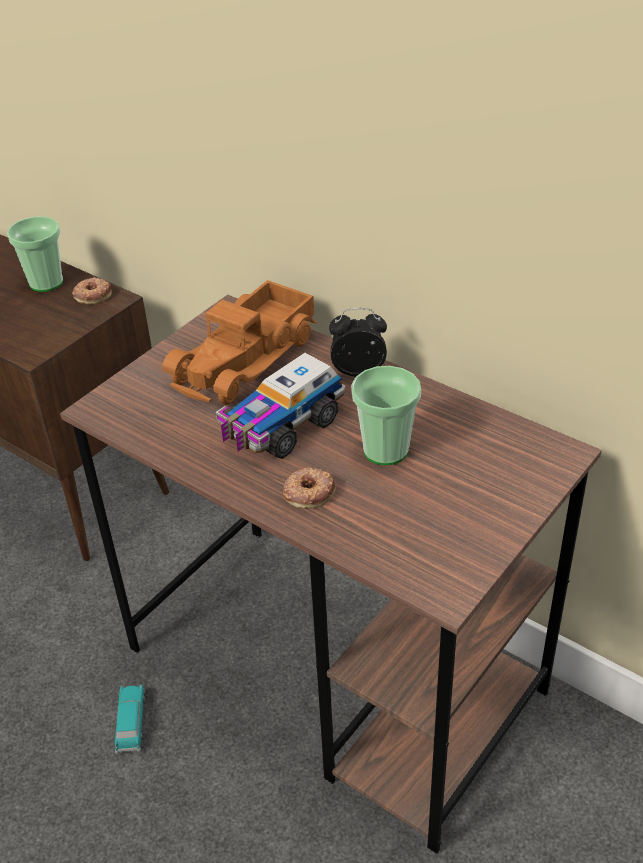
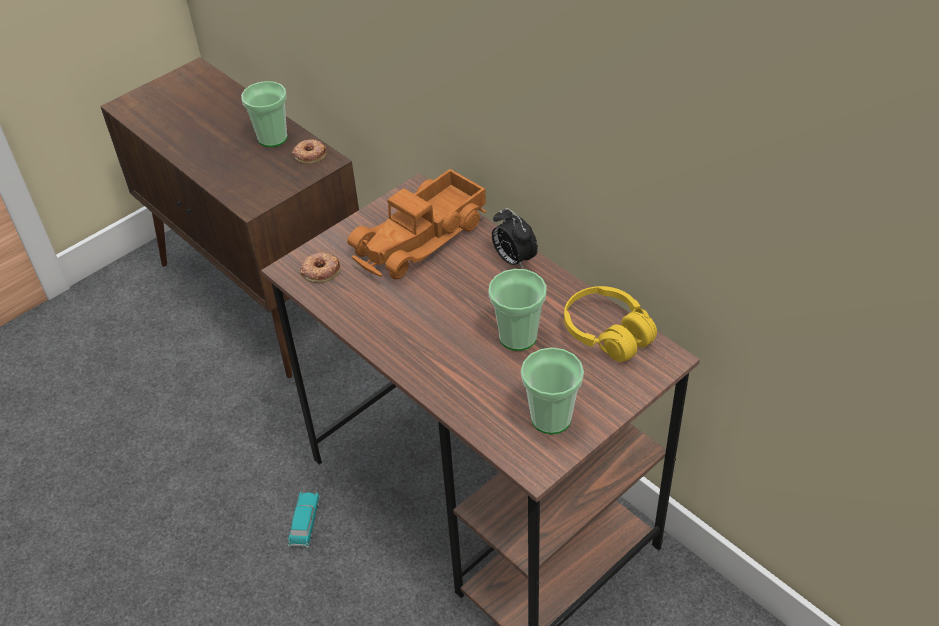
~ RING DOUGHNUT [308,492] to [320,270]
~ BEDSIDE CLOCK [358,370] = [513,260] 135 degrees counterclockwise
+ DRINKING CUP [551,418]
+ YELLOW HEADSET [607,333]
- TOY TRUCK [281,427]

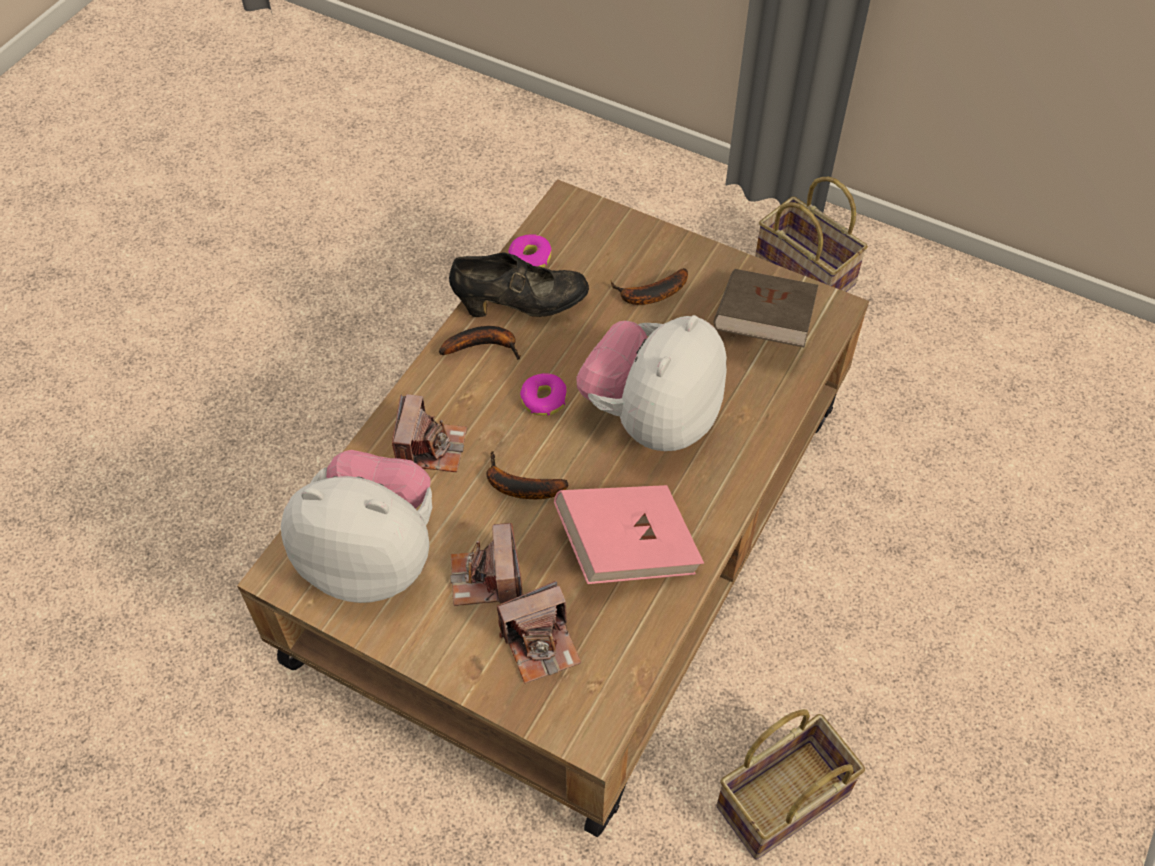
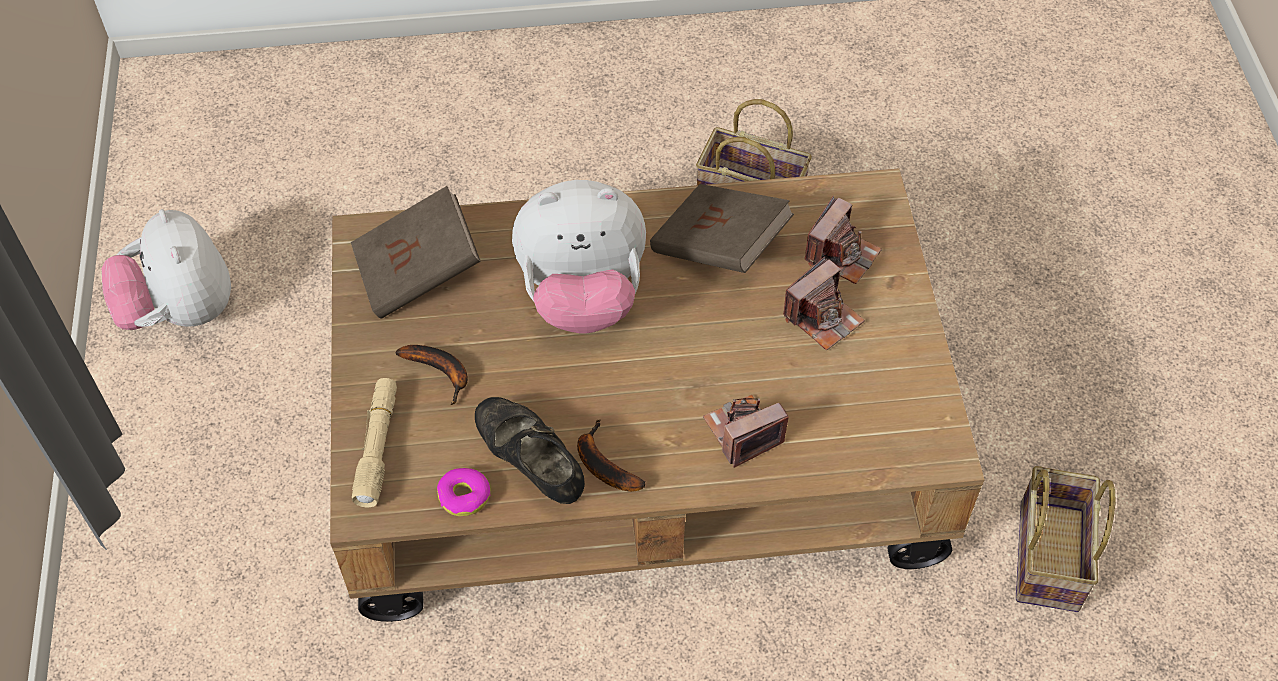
~ SOFT TOY [372,557] to [180,311]
+ BEIGE HAND TORCH [377,447]
~ PINKISH BOOK [627,548] to BROWN-COLOURED BOOK [719,247]
~ PHOTO CAMERA [540,643] = [841,254] 90 degrees clockwise
~ HOUSEHOLD BASKET [807,272] to [1046,552]
- WHOLE BANANA [518,486]
- RING DOUGHNUT [543,399]

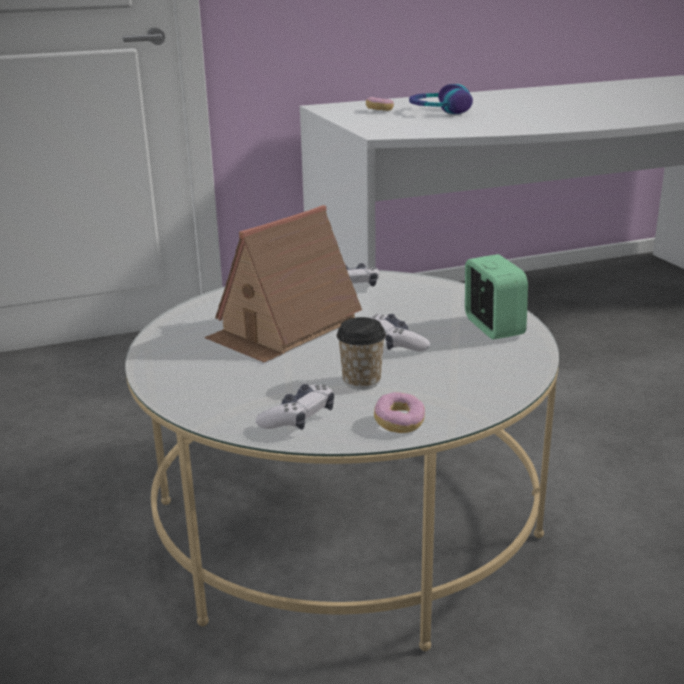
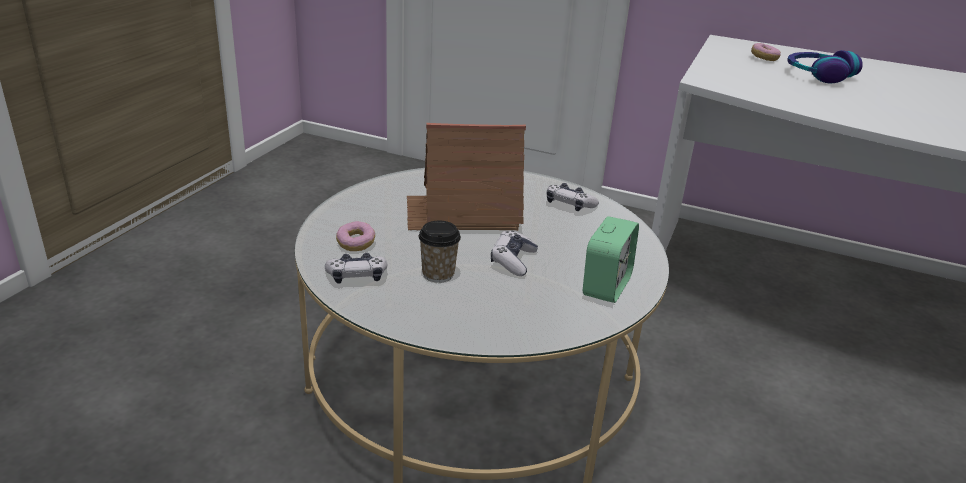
~ RING DOUGHNUT [399,423] to [355,244]

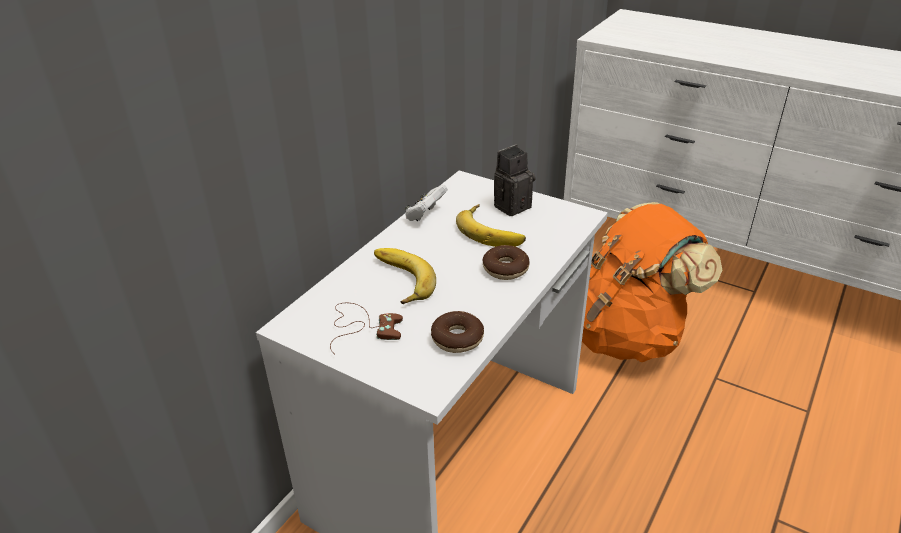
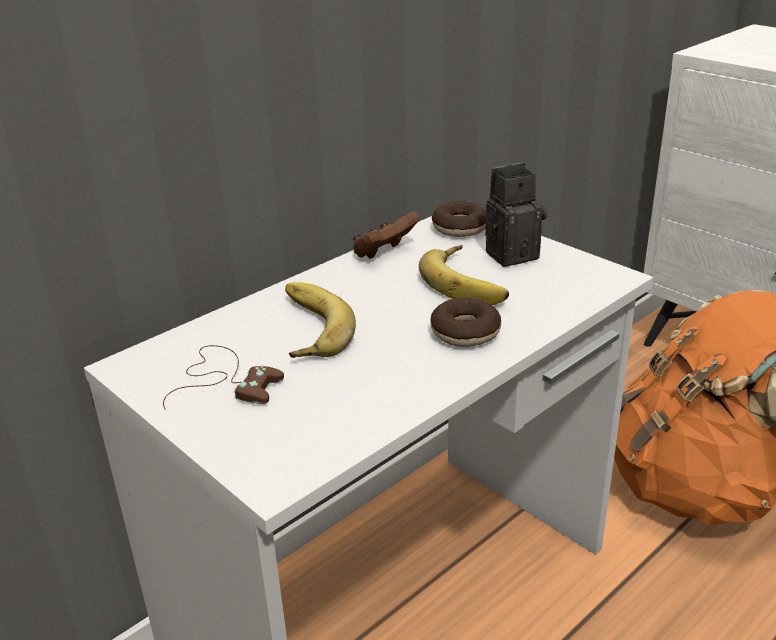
~ WHITE GAMEPAD [425,215] to BROWN-COLOURED GAMEPAD [384,253]
~ RING DOUGHNUT [457,338] to [460,228]

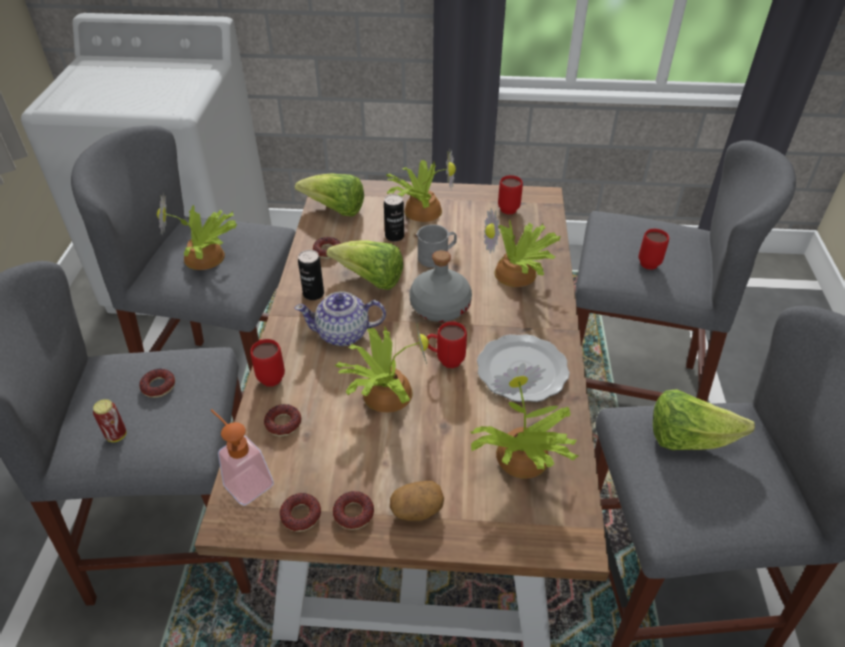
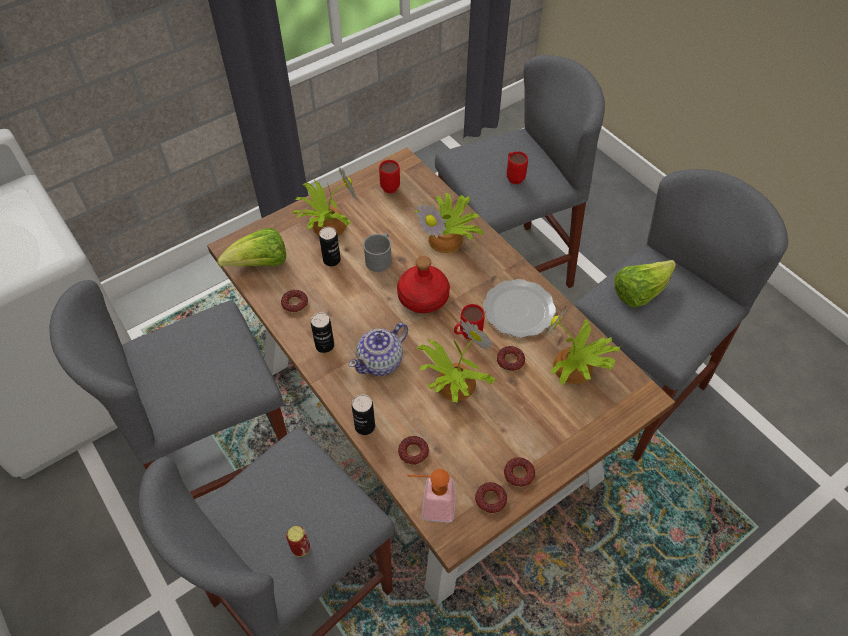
~ REDDISH COFFEE MUG [270,375] to METAL CAN [365,426]
~ GREY DRINK BOTTLE [439,306] to REDDISH DRINK BOTTLE [422,297]
~ RING DOUGHNUT [158,386] to [510,361]
- PLANT IN A POT [206,258]
- HEAD OF LETTUCE [370,280]
- POTATO [416,509]

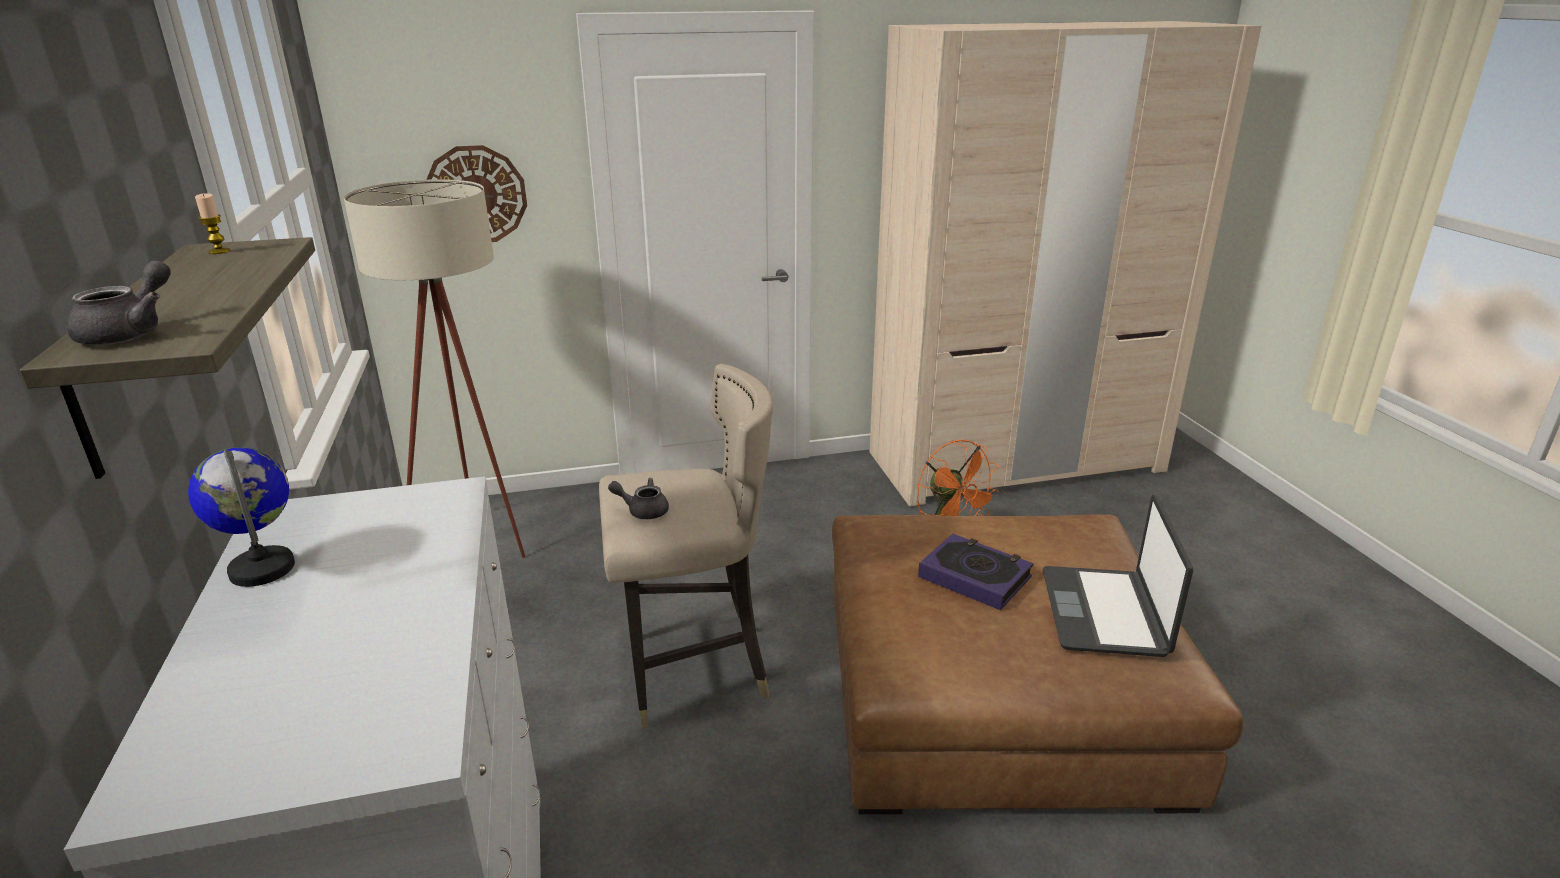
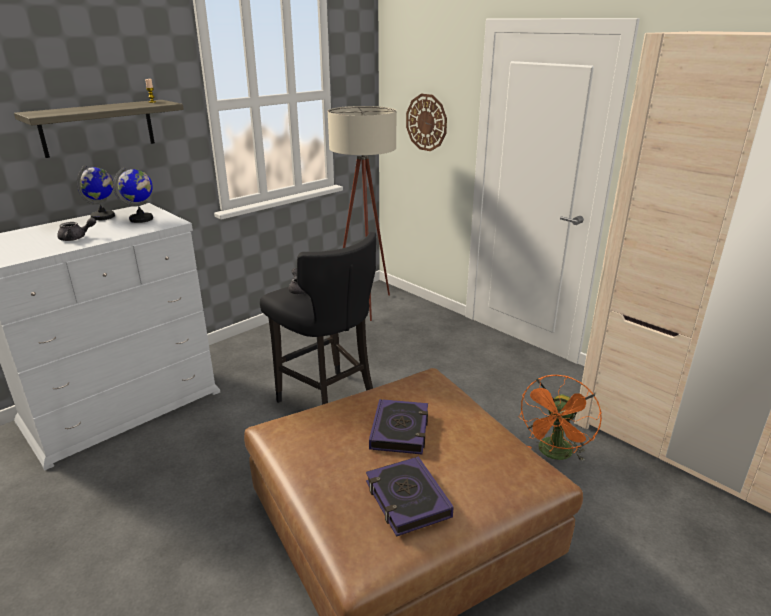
~ GREY TEAPOT [131,332] to [76,238]
+ GLOBE [141,219]
~ BEIGE STOOL [693,672] to BLACK STOOL [327,401]
~ LAPTOP [1105,612] to BOOK [407,500]

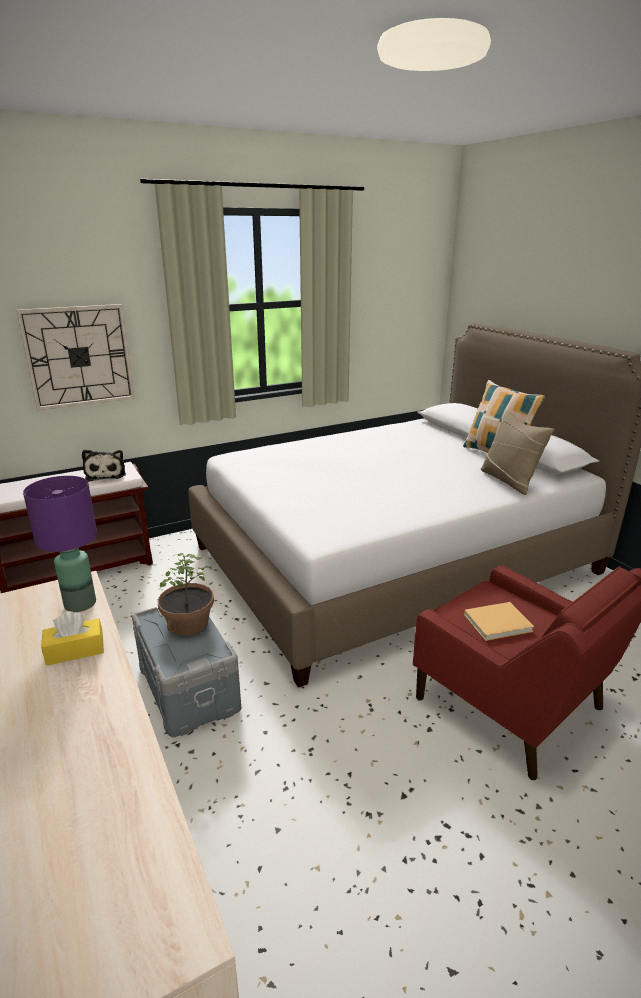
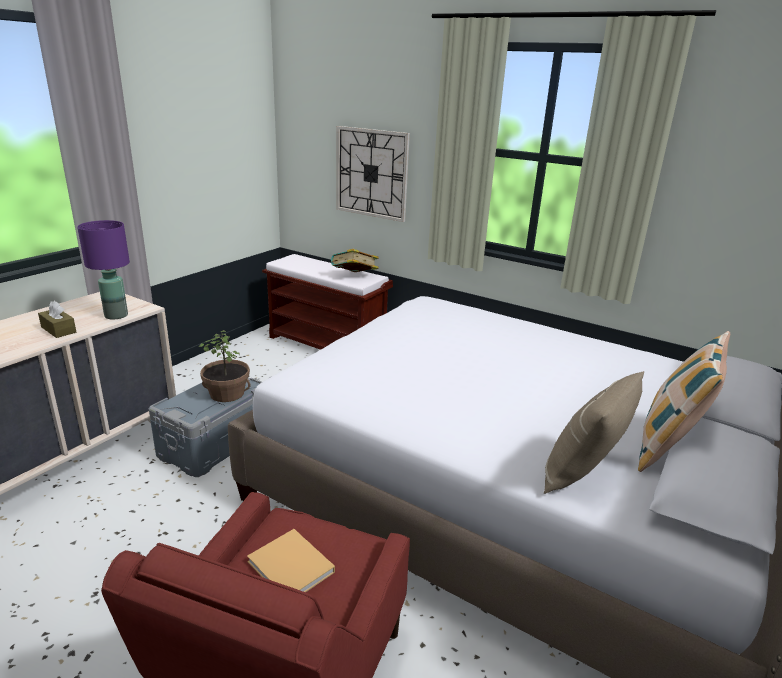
~ YELLOW TISSUE HOLDER [75,650] to BROWN-COLOURED TISSUE HOLDER [58,330]
~ SOFT TOY [106,474] to BOOK [354,277]

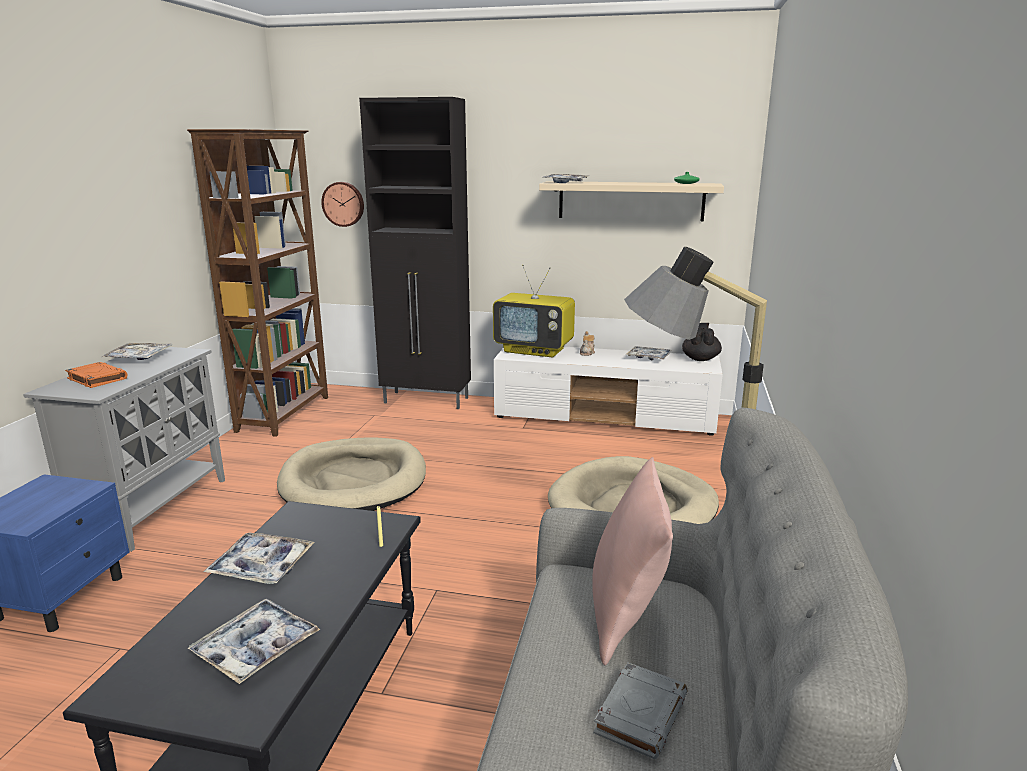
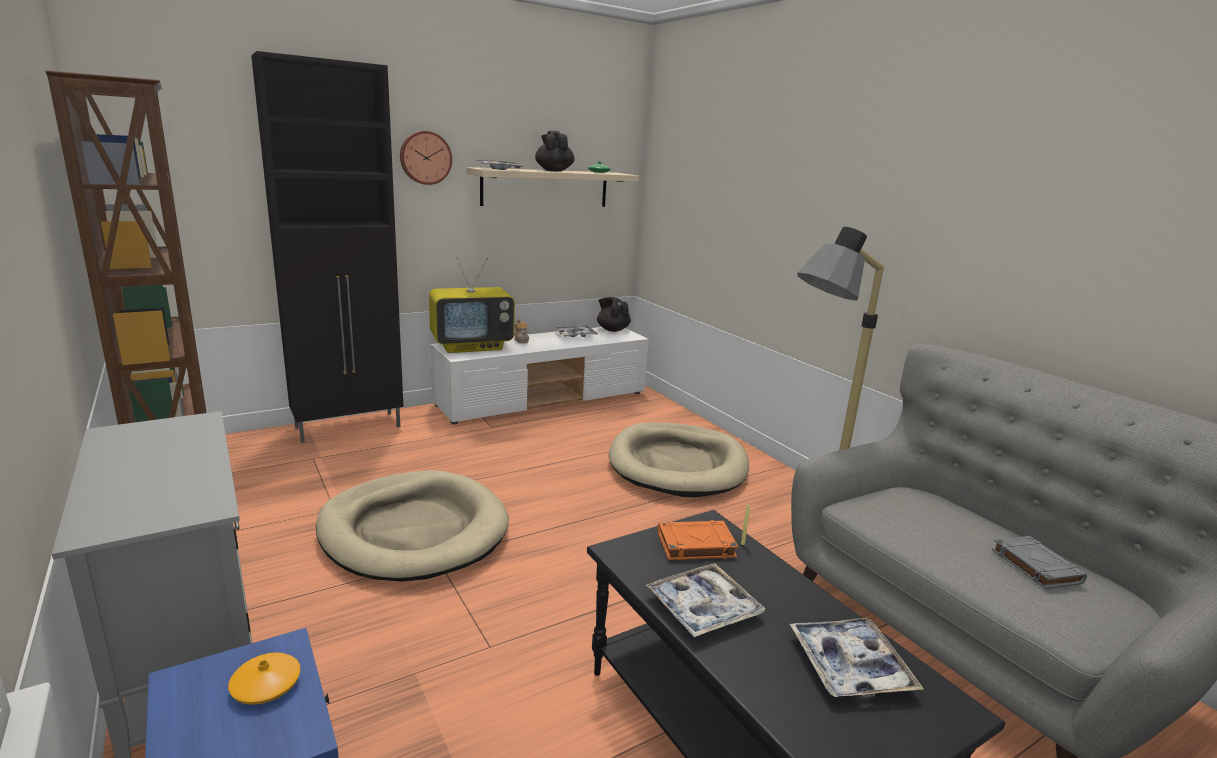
+ ORANGE-COLOURED VASE [266,686]
~ WALL CLOCK [343,204] to [425,157]
+ BLACK TEAPOT [554,171]
~ ORANGE-COLOURED BOOK [96,378] to [695,545]
- SERVING TRAY [139,357]
- PINKISH PILLOW [626,615]

